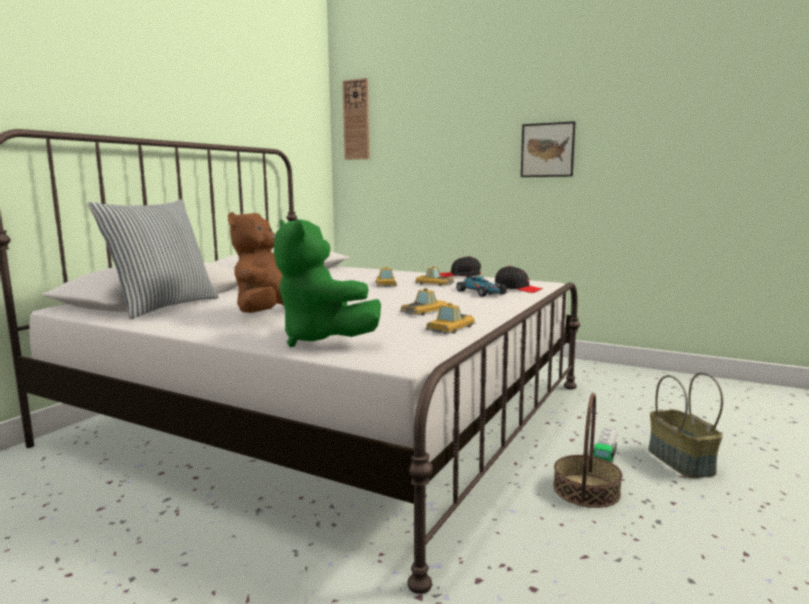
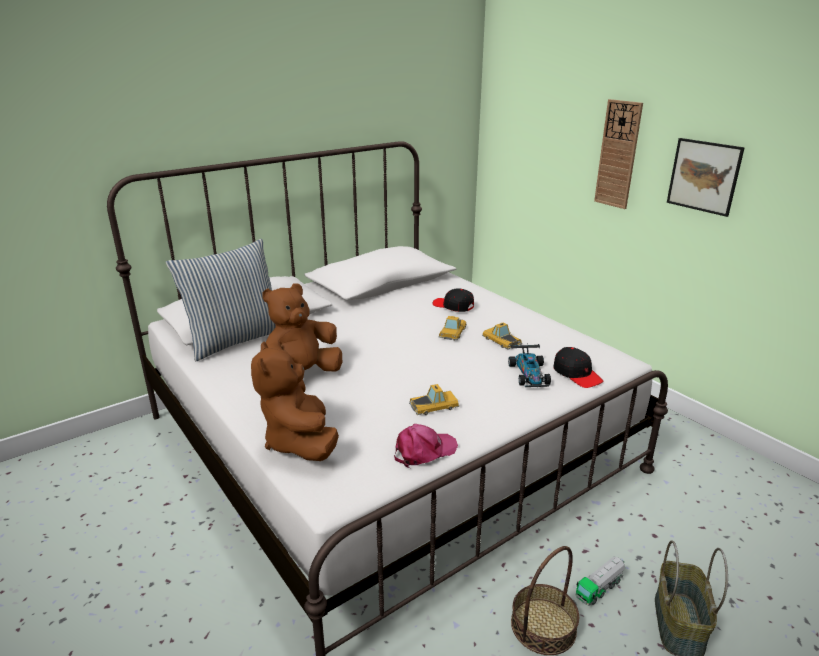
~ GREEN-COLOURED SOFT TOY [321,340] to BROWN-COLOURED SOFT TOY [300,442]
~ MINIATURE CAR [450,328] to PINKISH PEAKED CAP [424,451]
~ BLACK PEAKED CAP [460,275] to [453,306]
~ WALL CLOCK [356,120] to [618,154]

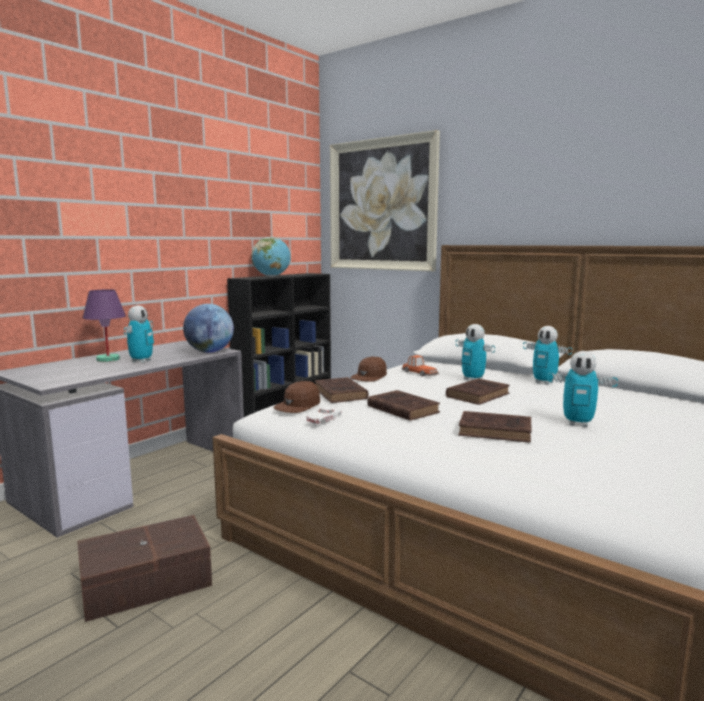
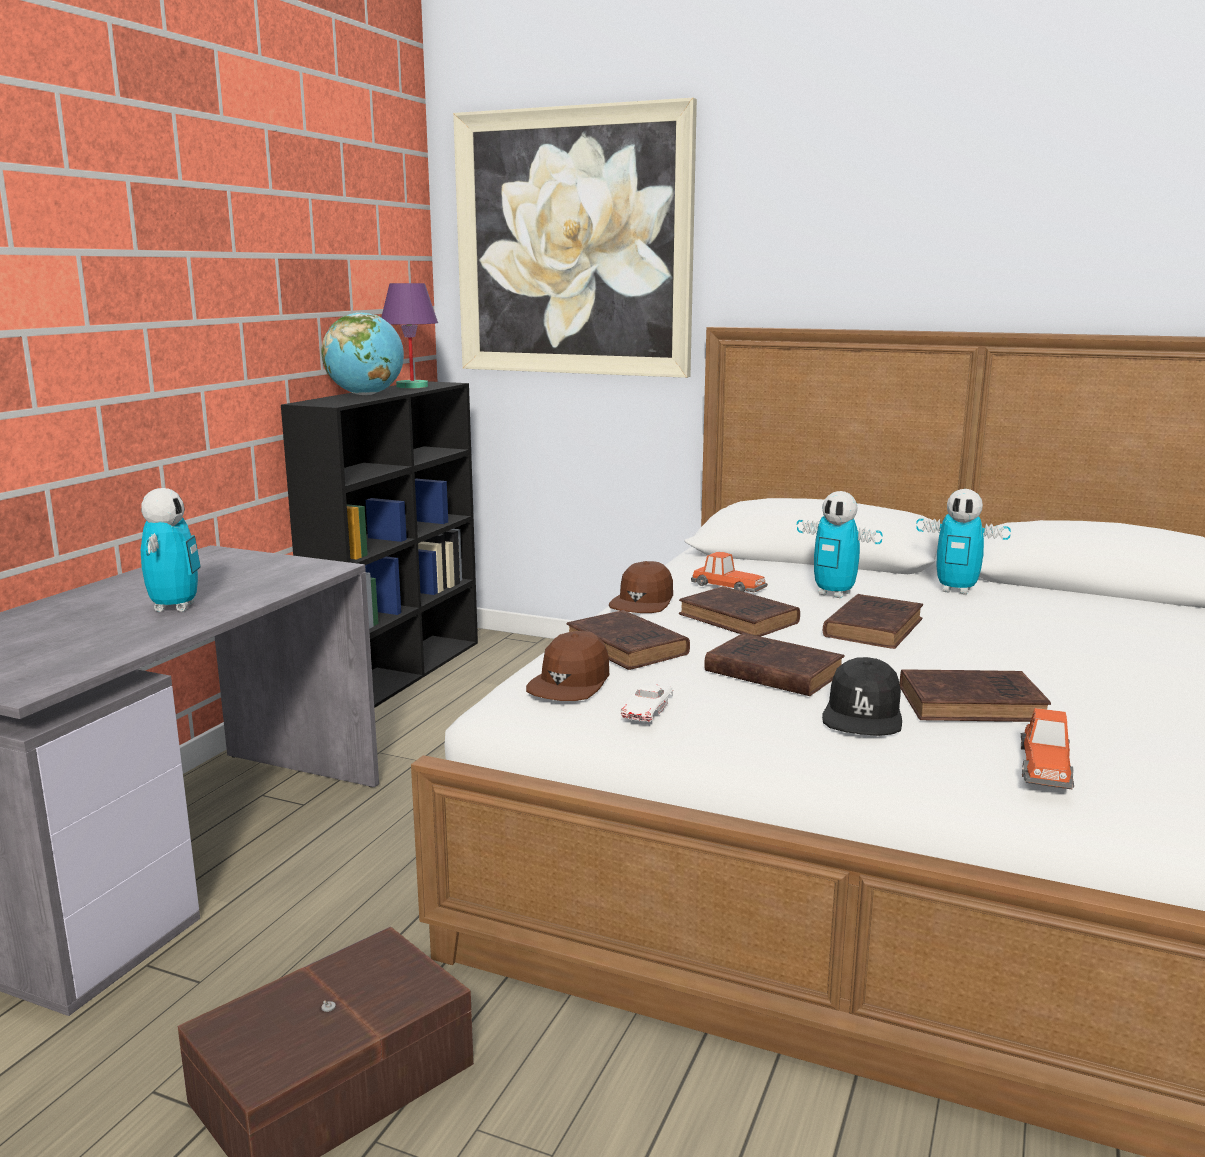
~ PURPLE-COLOURED LAMP FOR A TABLE [107,359] to [412,386]
+ BROWN-COLOURED BOOK [740,620]
+ BLACK PEAKED CAP [863,714]
+ MINIATURE CAR [1045,765]
- GLOBE [209,352]
- MODEL ROBOT [578,424]

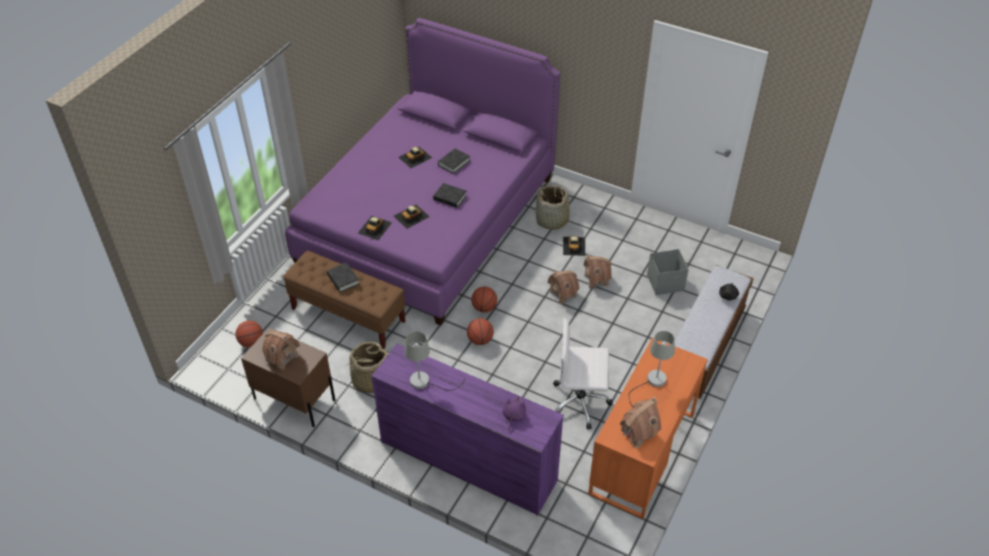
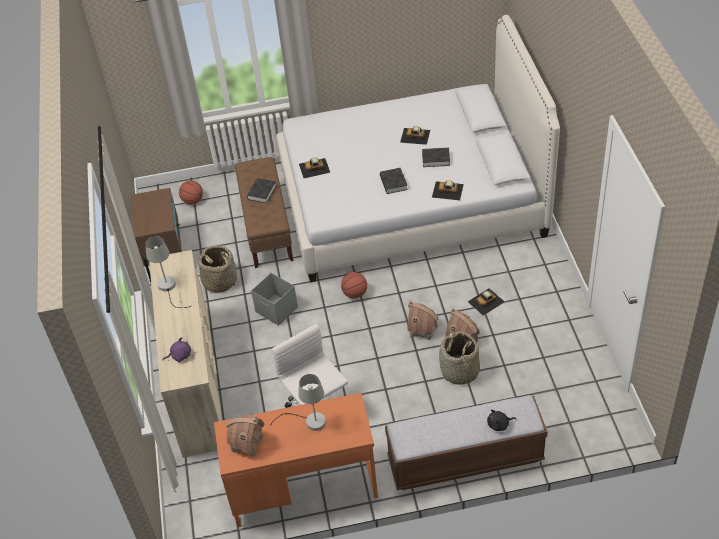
~ PURPLE-COLOURED DRESSER [468,460] to BEIGE DRESSER [197,384]
~ GREY STORAGE BIN [666,283] to [277,310]
~ PURPLE-COLOURED SLEEPING BED [428,219] to WHITE SLEEPING BED [411,201]
~ MINIATURE CAR [411,216] to [447,190]
~ HOUSEHOLD BASKET [552,220] to [459,372]
- MINIATURE HOUSE [282,357]
- BALL FOR BASKETBALL [480,340]

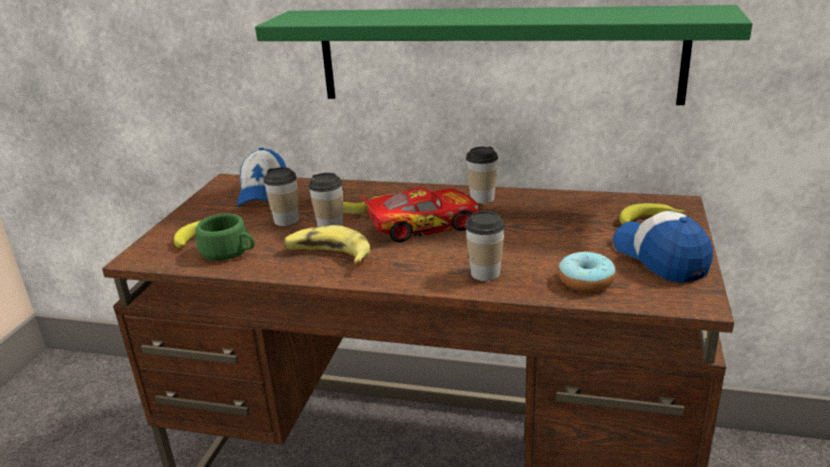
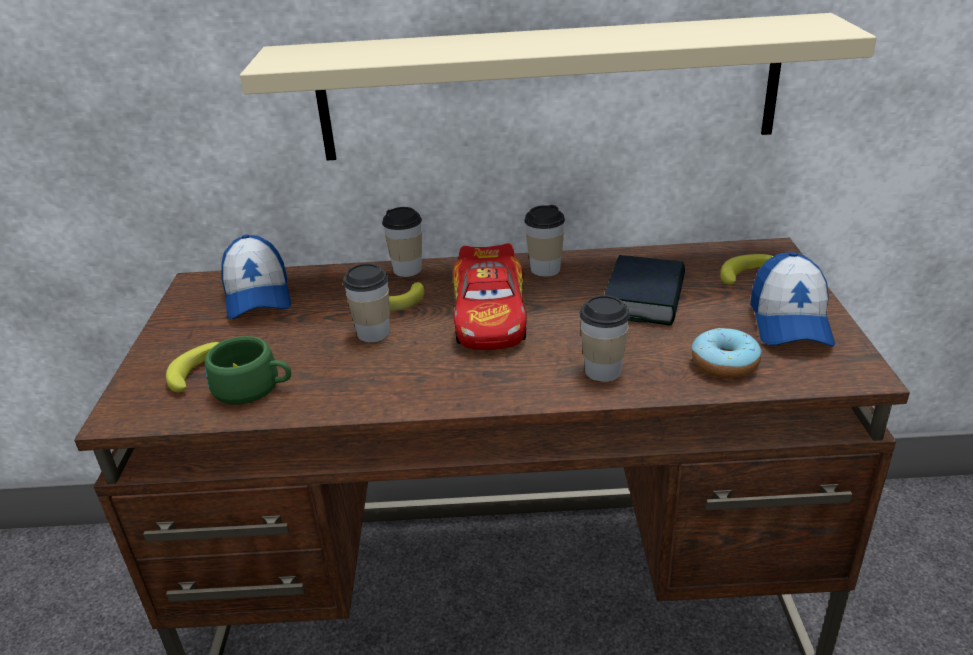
~ GREEN-COLOURED SHELF [496,55] to BEIGE SHELF [547,89]
~ DRINKING CUP [286,220] to [407,269]
~ MINIATURE CAR [422,225] = [490,315] 120 degrees clockwise
+ BOOK [644,299]
~ PEAKED CAP [660,257] = [789,321] 135 degrees counterclockwise
- WHOLE BANANA [328,255]

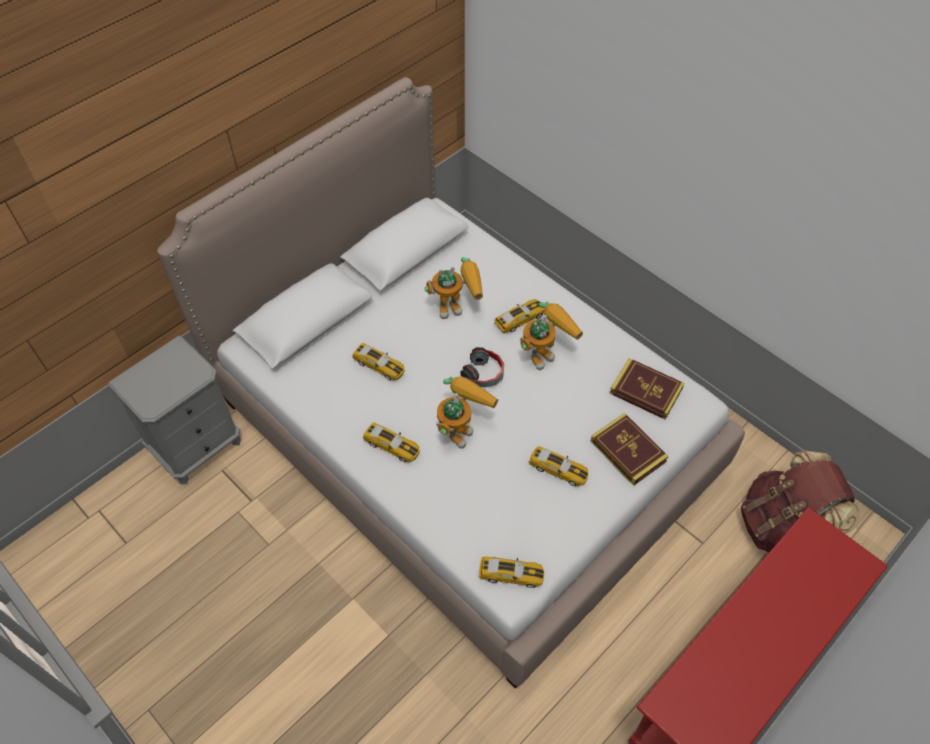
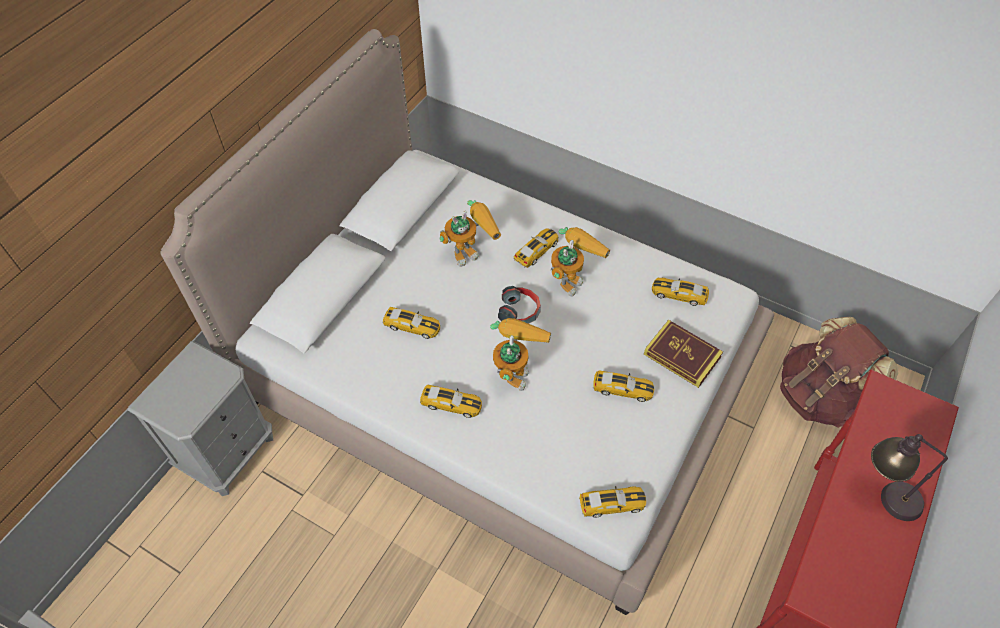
~ BOOK [646,391] to MINIATURE CAR [678,294]
+ LAMP FOR A TABLE [885,494]

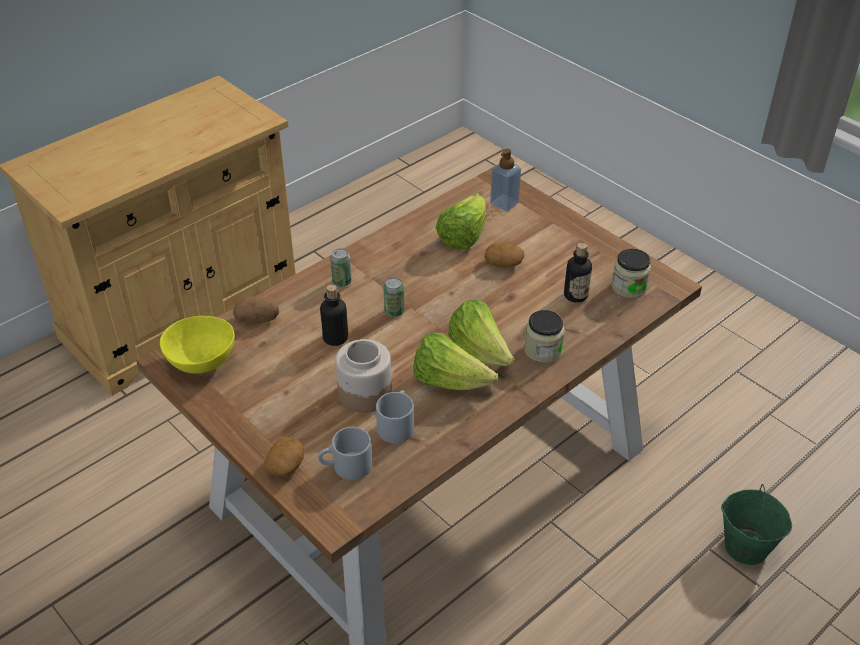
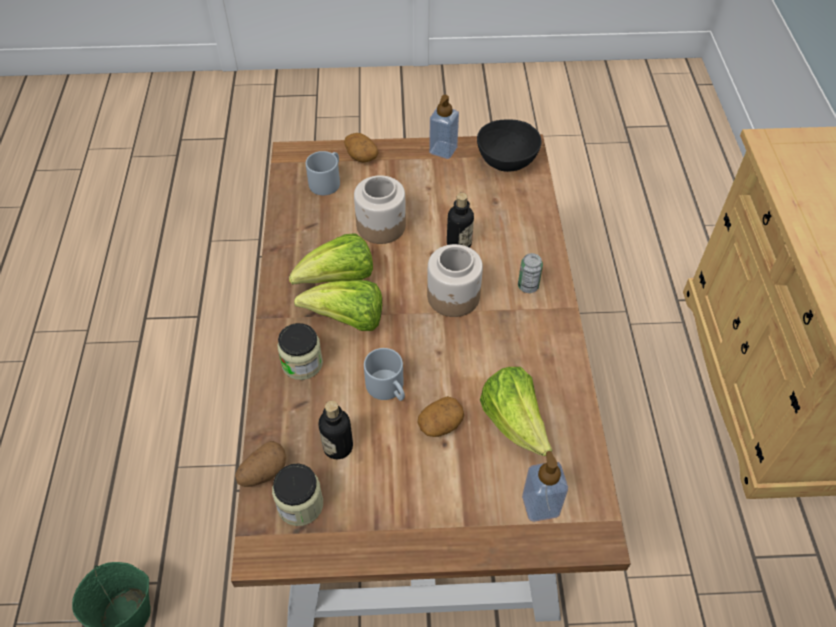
~ POTATO [258,319] to [263,472]
~ GREY COFFEE MUG [396,424] to [389,388]
~ METAL CAN [394,311] to STORAGE JAR [453,297]
+ LIQUID SOAP BOTTLE [443,150]
~ YELLOW SERVING BOWL [203,363] to BLACK SERVING BOWL [505,162]

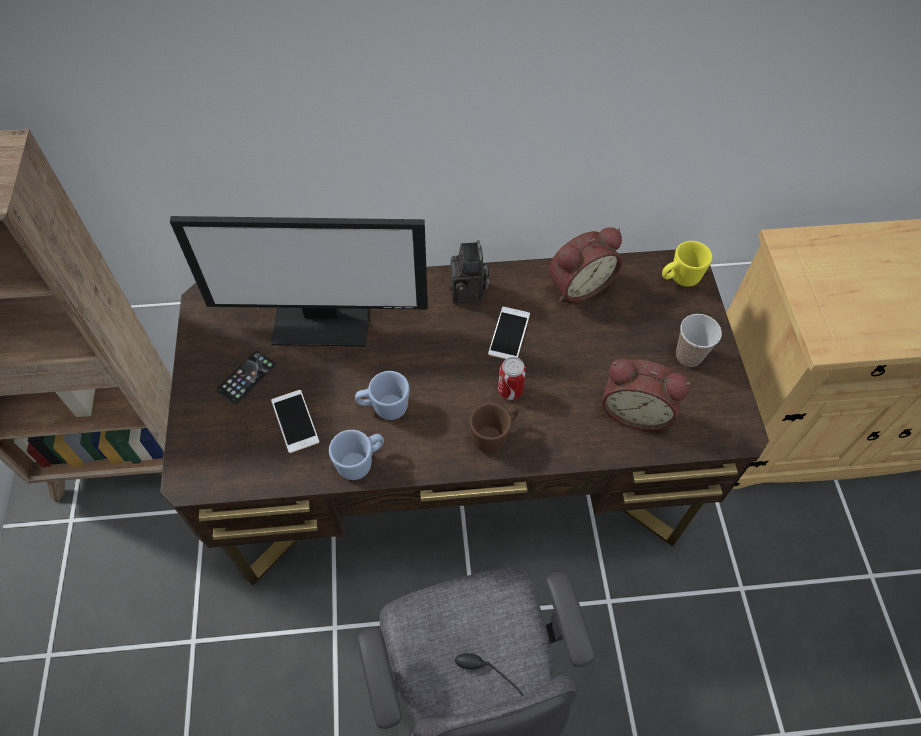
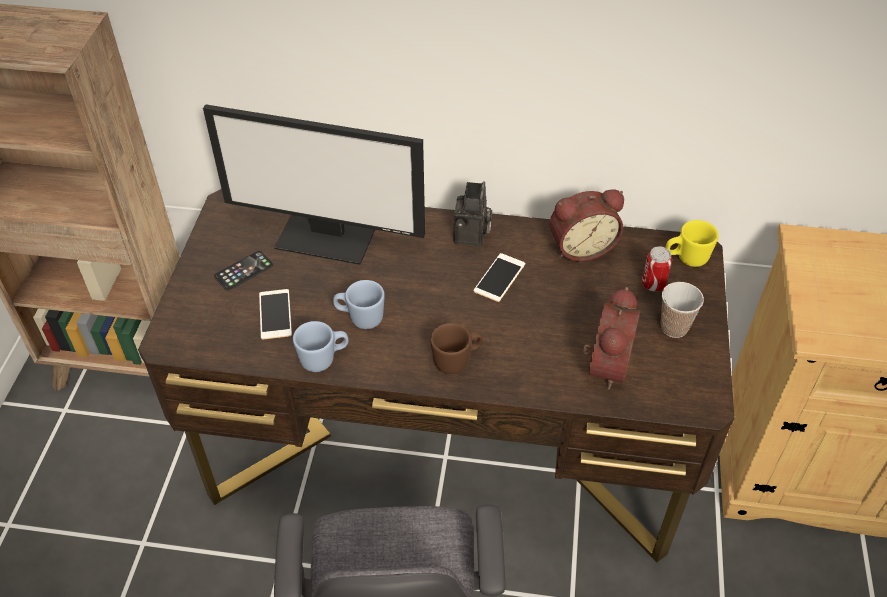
~ BEDSIDE CLOCK [636,409] = [604,364] 105 degrees counterclockwise
~ METAL CAN [510,390] to [653,285]

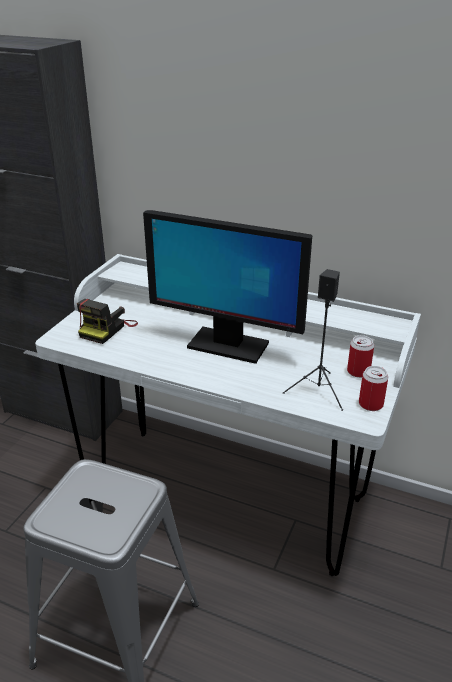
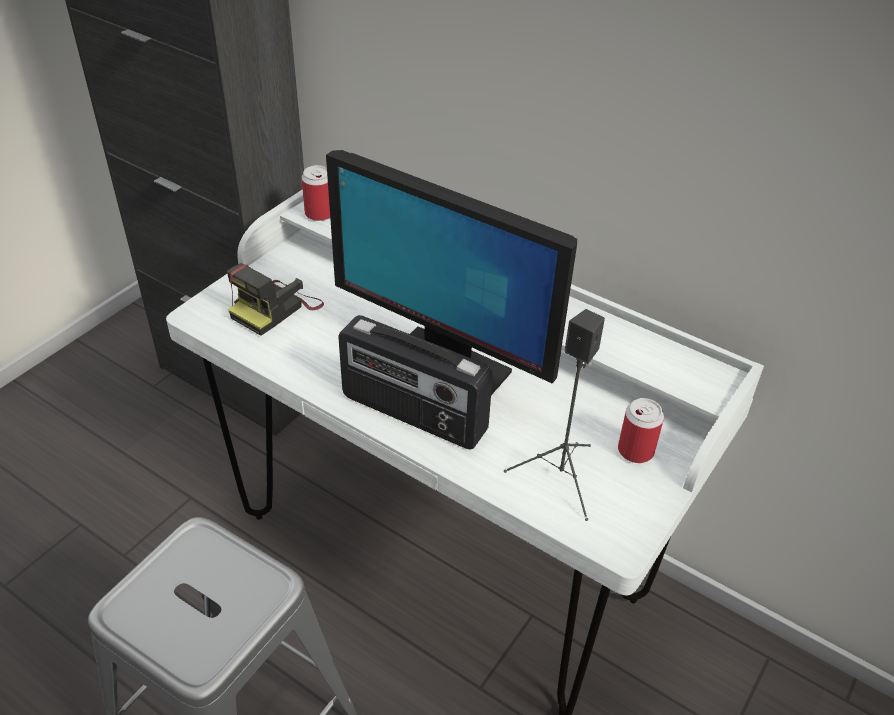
~ METAL CAN [370,404] to [319,214]
+ RADIO RECEIVER [413,415]

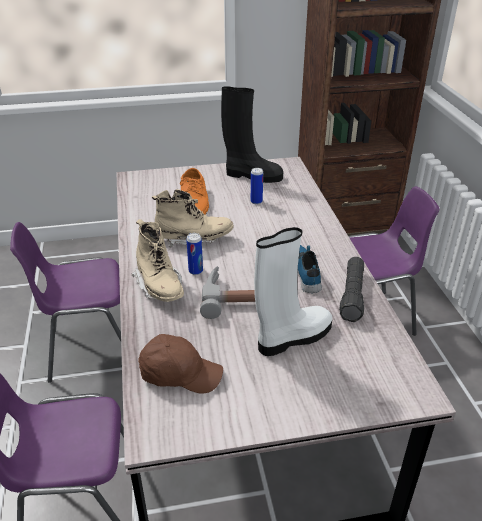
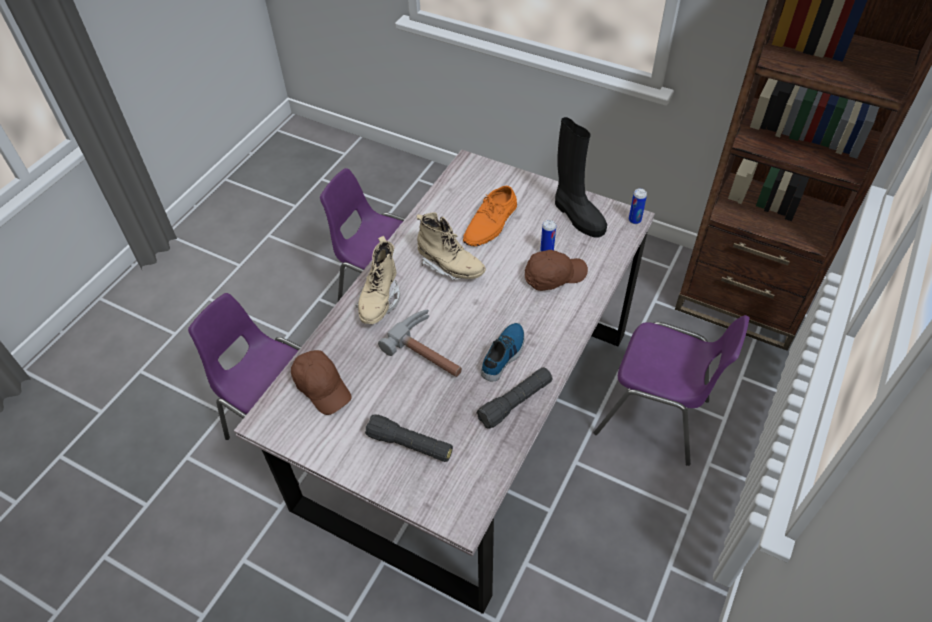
+ BLACK HAND TORCH [410,444]
+ BROWN-COLOURED PEAKED CAP [554,276]
~ METAL CAN [195,271] to [634,220]
- WHITE BOOT [292,337]

